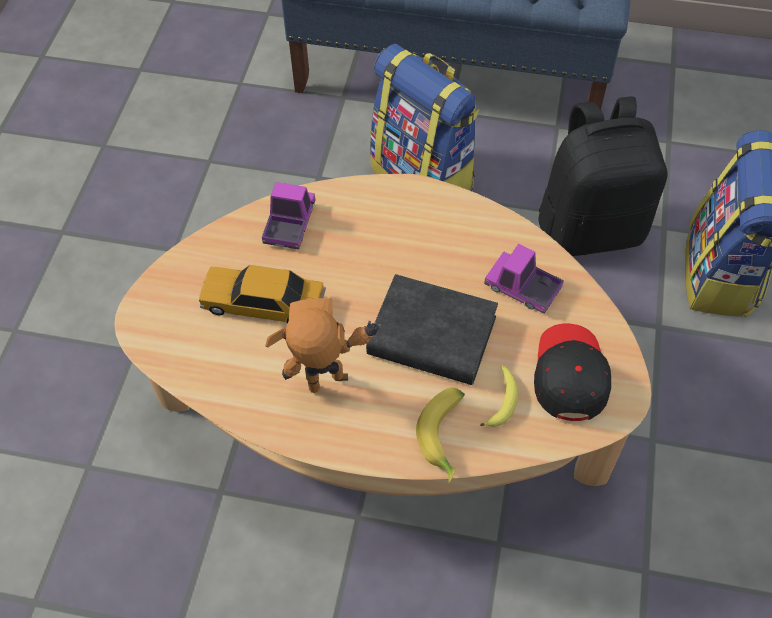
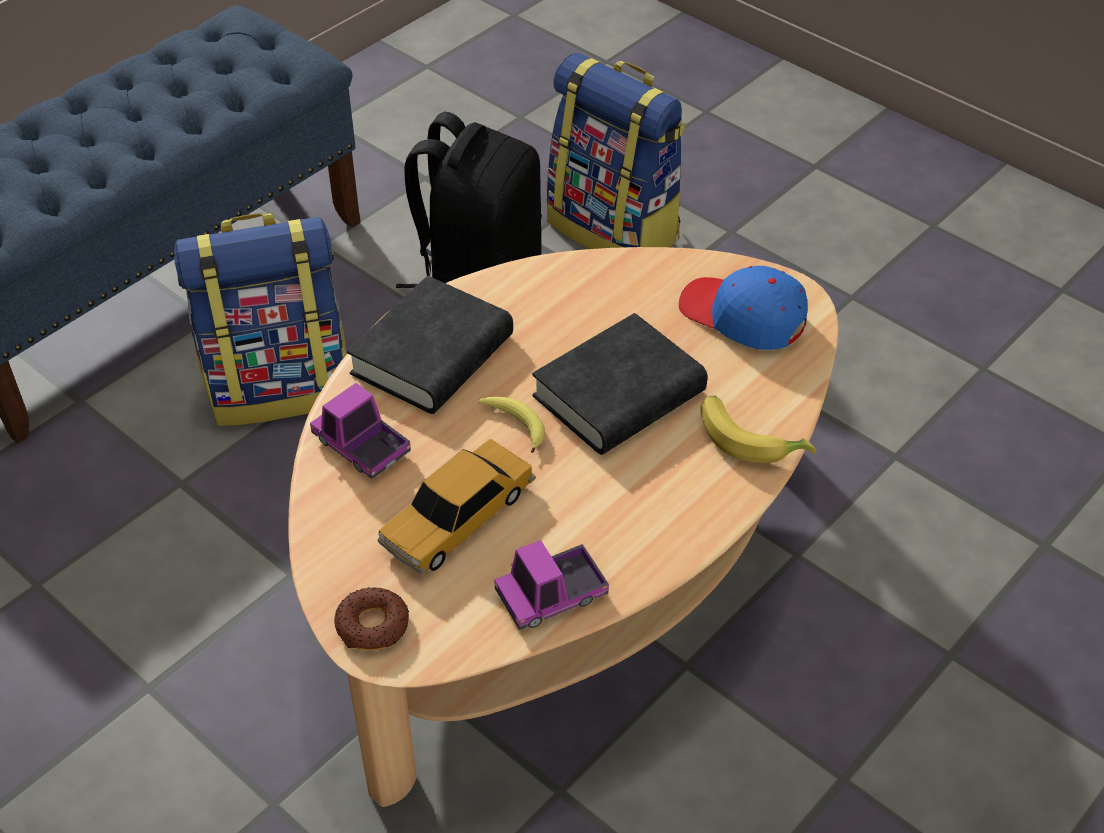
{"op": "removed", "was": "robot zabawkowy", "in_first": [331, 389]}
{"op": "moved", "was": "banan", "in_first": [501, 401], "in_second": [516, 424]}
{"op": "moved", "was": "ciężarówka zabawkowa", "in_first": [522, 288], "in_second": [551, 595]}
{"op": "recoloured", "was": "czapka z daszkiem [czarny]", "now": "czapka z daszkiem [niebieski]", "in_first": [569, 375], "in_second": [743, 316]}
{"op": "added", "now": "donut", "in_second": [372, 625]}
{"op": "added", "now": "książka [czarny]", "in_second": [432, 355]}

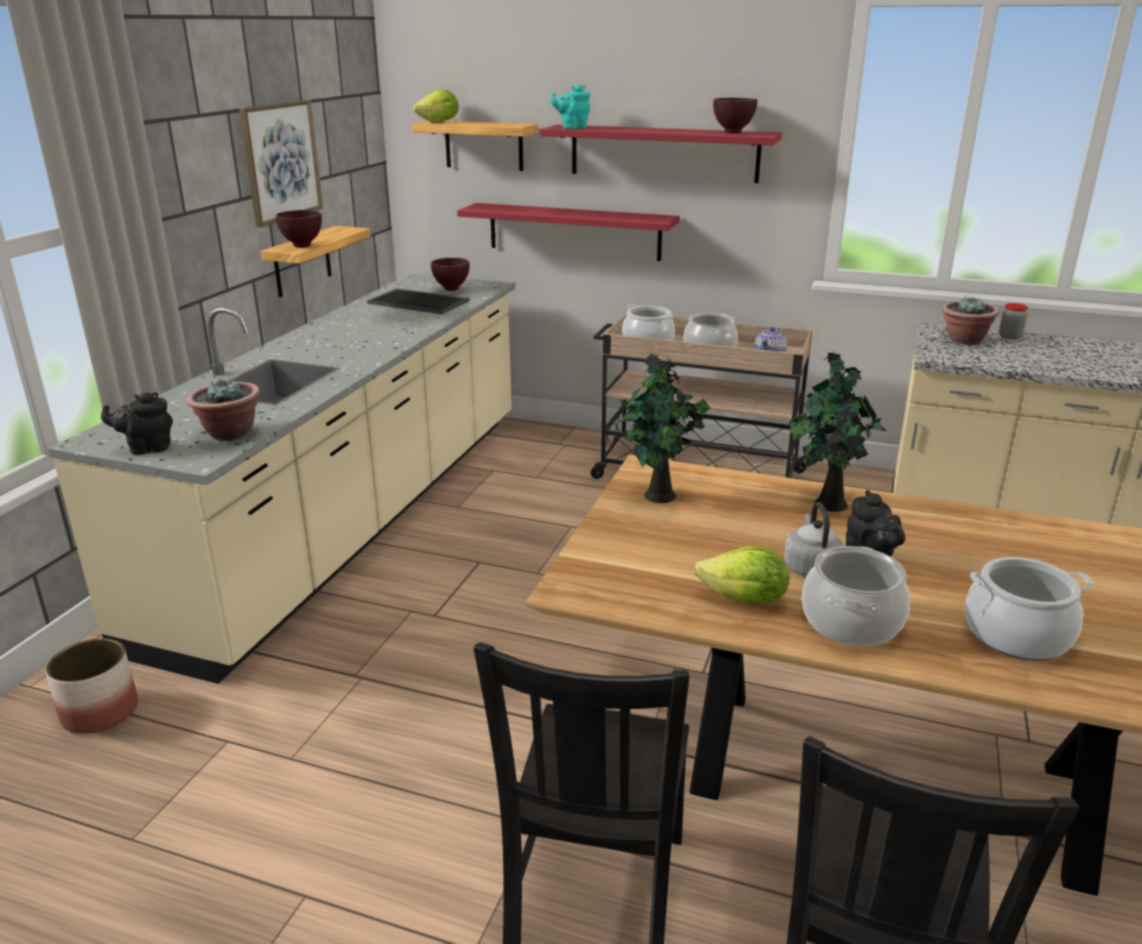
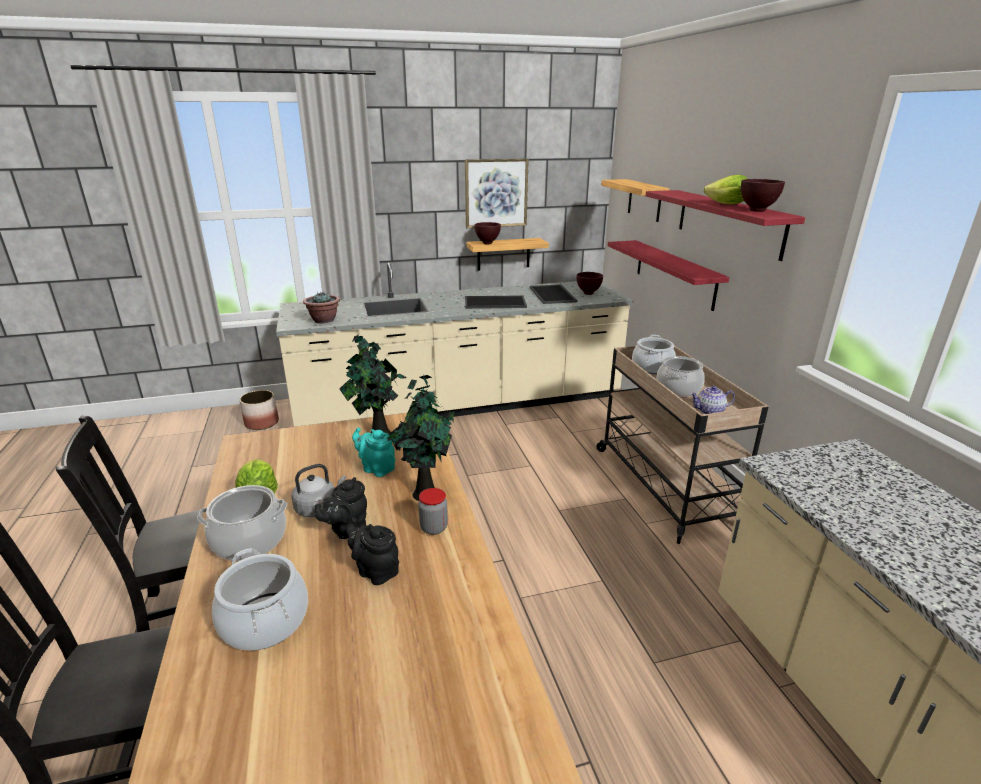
{"op": "moved", "was": "imbryk [czarny]", "in_first": [147, 448], "in_second": [375, 570]}
{"op": "moved", "was": "sałata", "in_first": [439, 122], "in_second": [727, 204]}
{"op": "moved", "was": "imbryk [turkusowy]", "in_first": [572, 127], "in_second": [376, 468]}
{"op": "removed", "was": "roślina doniczkowa", "in_first": [964, 340]}
{"op": "moved", "was": "słoik", "in_first": [1009, 337], "in_second": [434, 528]}
{"op": "added", "now": "taca", "in_second": [494, 303]}

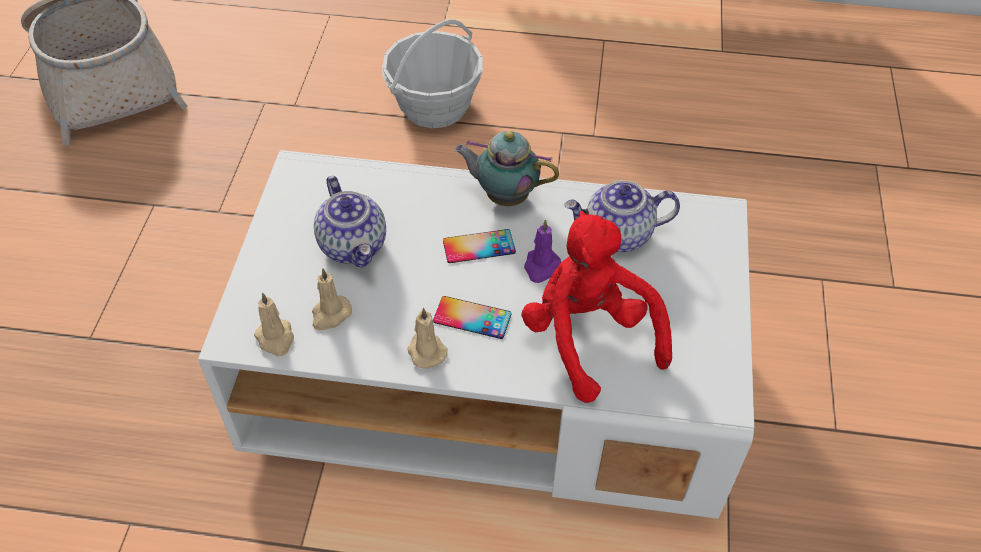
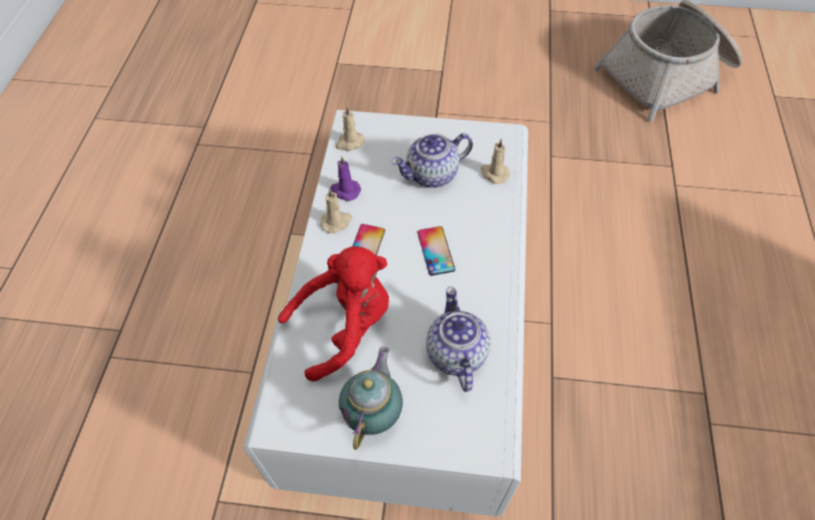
{"op": "moved", "was": "świeca [beżowy]", "in_first": [330, 314], "in_second": [494, 173]}
{"op": "removed", "was": "koszyk", "in_first": [434, 106]}
{"op": "moved", "was": "imbryk", "in_first": [504, 196], "in_second": [374, 413]}
{"op": "moved", "was": "świeca [fioletowy]", "in_first": [541, 267], "in_second": [345, 191]}

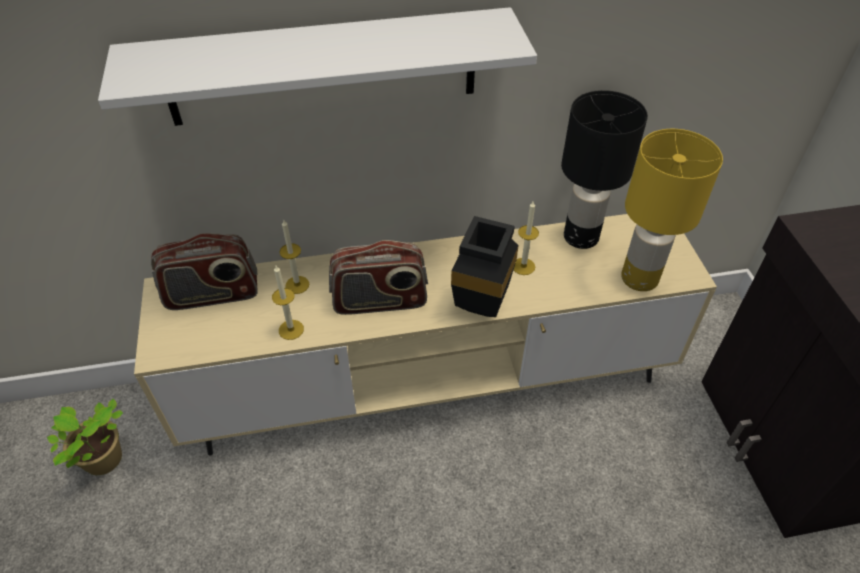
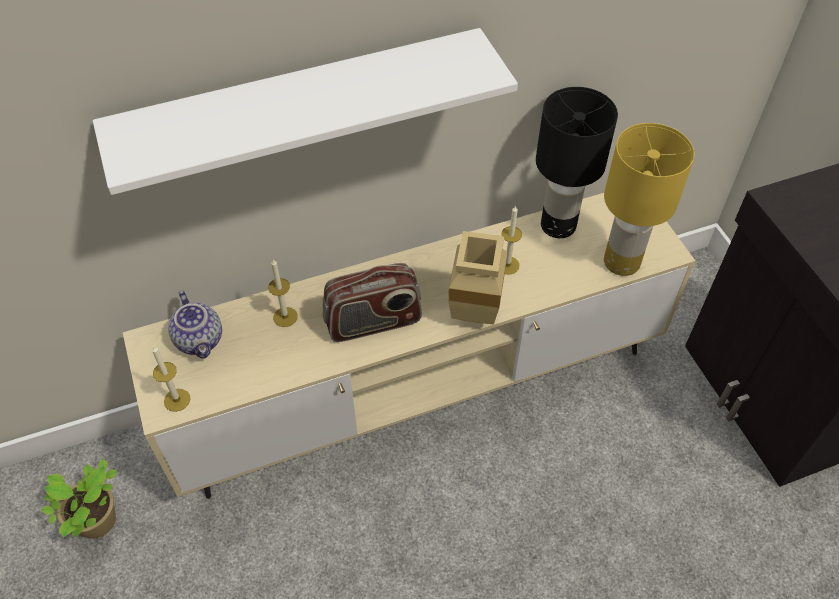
{"op": "replaced", "was": "radio", "now": "imbryk", "in_first": [213, 295], "in_second": [201, 340]}
{"op": "moved", "was": "świeca", "in_first": [291, 329], "in_second": [177, 400]}
{"op": "recoloured", "was": "wazon [czarny]", "now": "wazon [beżowy]", "in_first": [482, 309], "in_second": [476, 316]}

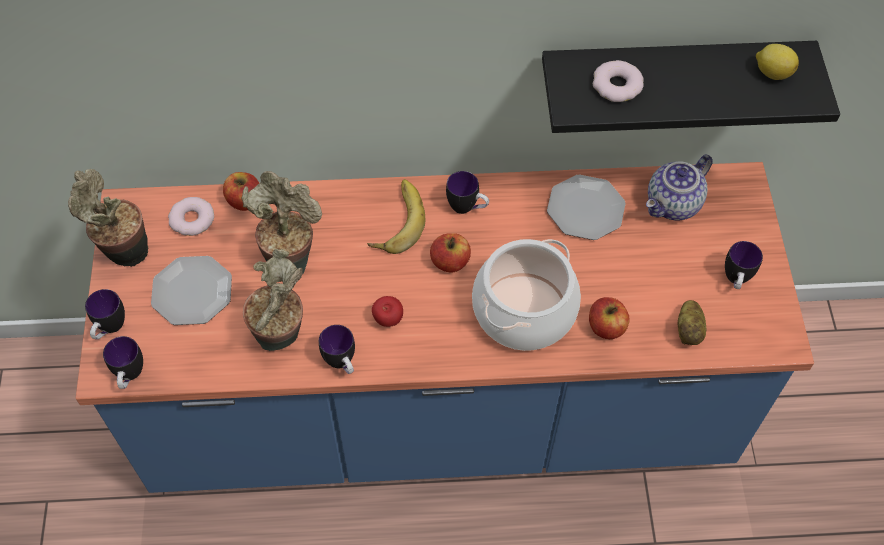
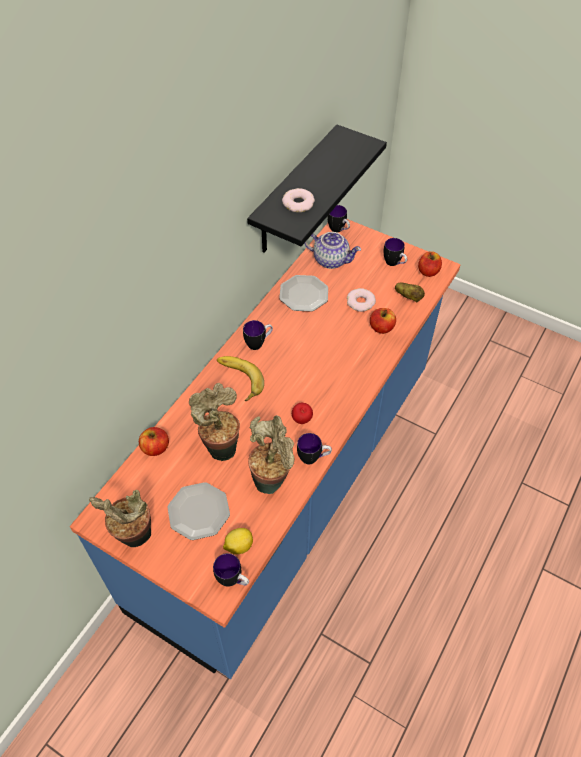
{"op": "moved", "was": "kubek", "in_first": [109, 329], "in_second": [339, 230]}
{"op": "moved", "was": "donut", "in_first": [192, 220], "in_second": [360, 302]}
{"op": "moved", "was": "jabłko", "in_first": [450, 262], "in_second": [428, 271]}
{"op": "removed", "was": "garnek", "in_first": [524, 311]}
{"op": "turned", "was": "imbryk", "in_first": [673, 205], "in_second": [331, 260], "clockwise": -60}
{"op": "moved", "was": "cytryna", "in_first": [772, 72], "in_second": [238, 546]}

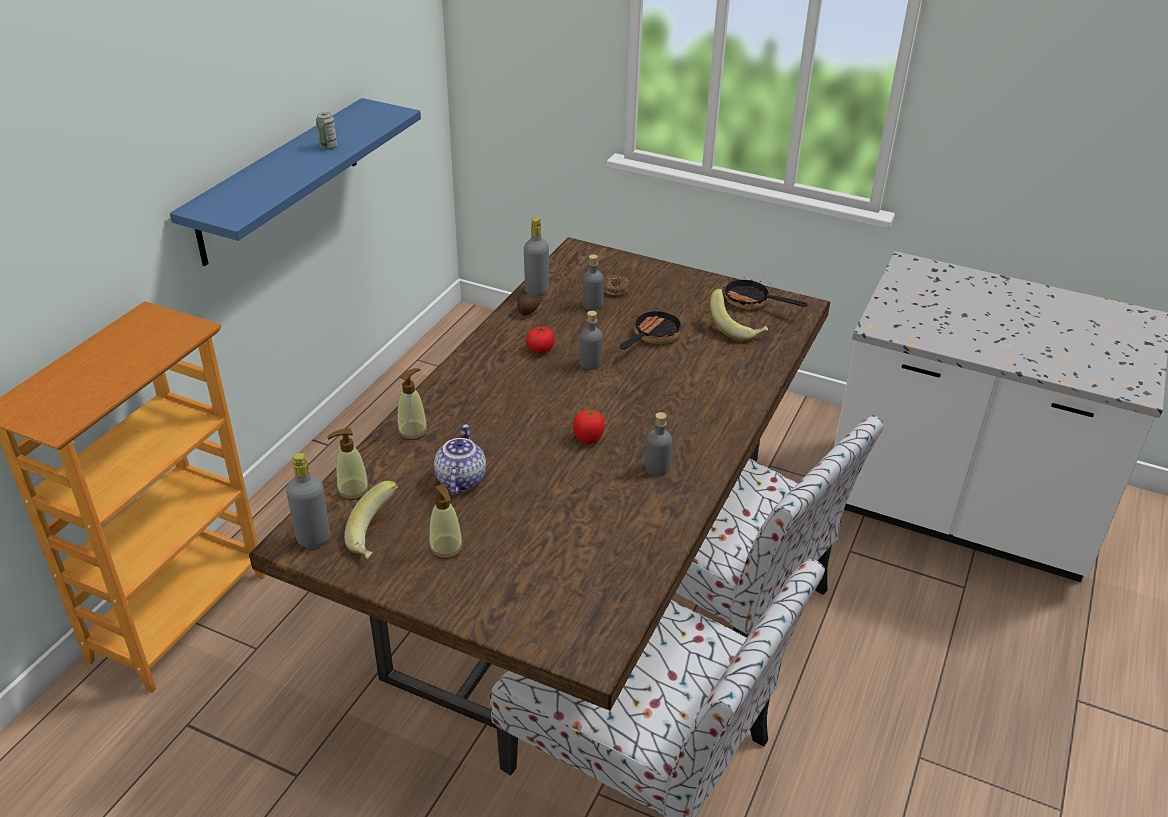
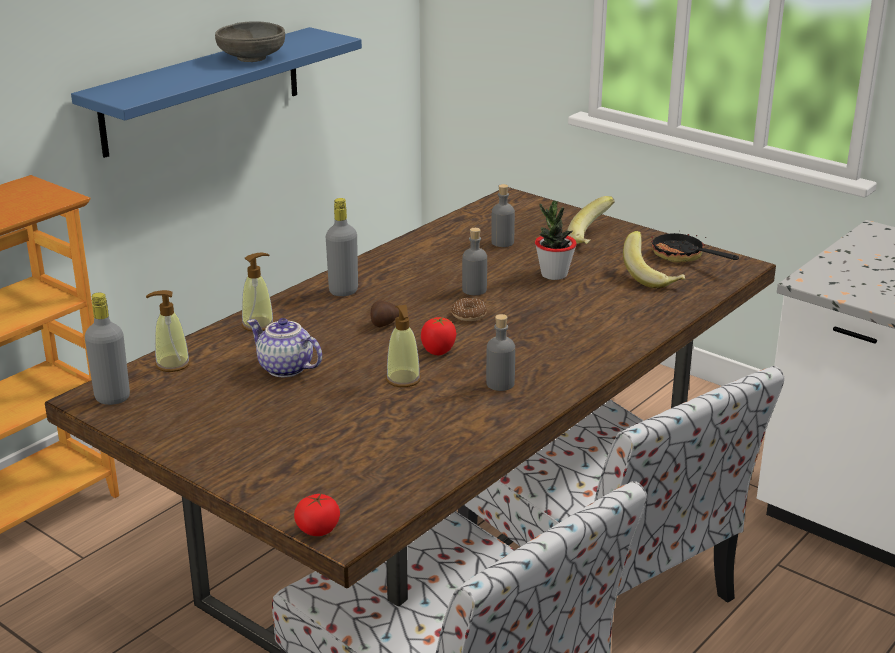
{"op": "replaced", "was": "puszka", "now": "miska [szary]", "in_first": [328, 146], "in_second": [252, 58]}
{"op": "moved", "was": "banan", "in_first": [377, 536], "in_second": [592, 239]}
{"op": "moved", "was": "dozownik mydła", "in_first": [446, 548], "in_second": [403, 379]}
{"op": "turned", "was": "imbryk", "in_first": [459, 479], "in_second": [284, 369], "clockwise": -75}
{"op": "moved", "was": "ziemniak", "in_first": [527, 312], "in_second": [384, 324]}
{"op": "moved", "was": "butelka [szary]", "in_first": [536, 291], "in_second": [343, 291]}
{"op": "moved", "was": "pomidor", "in_first": [540, 349], "in_second": [318, 530]}
{"op": "moved", "was": "donut", "in_first": [615, 289], "in_second": [469, 315]}
{"op": "replaced", "was": "patelnia", "now": "roślina doniczkowa", "in_first": [652, 336], "in_second": [554, 274]}

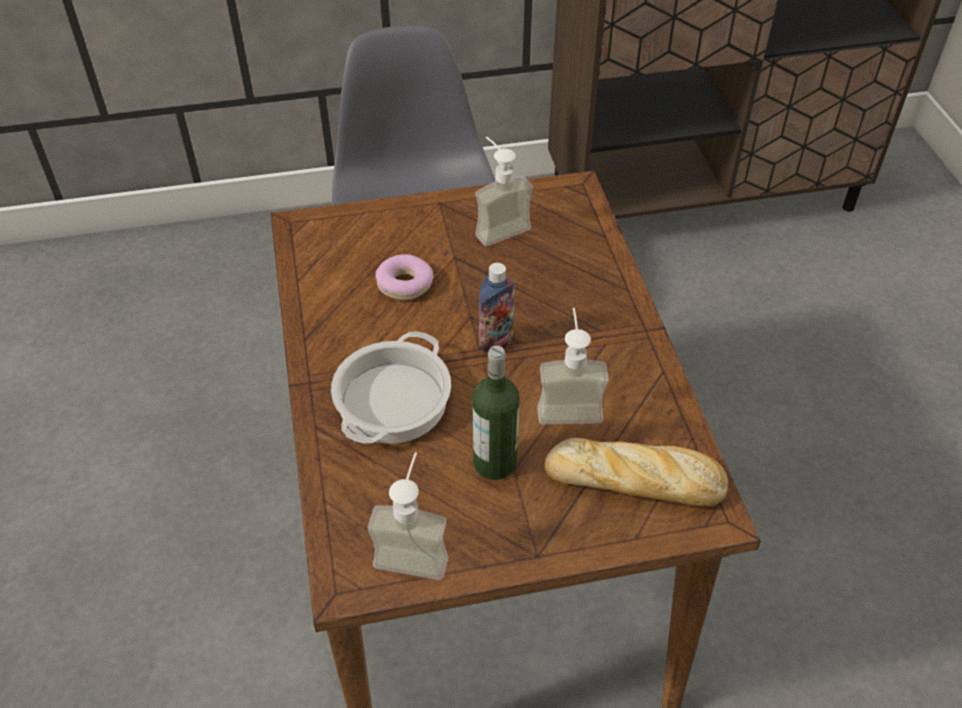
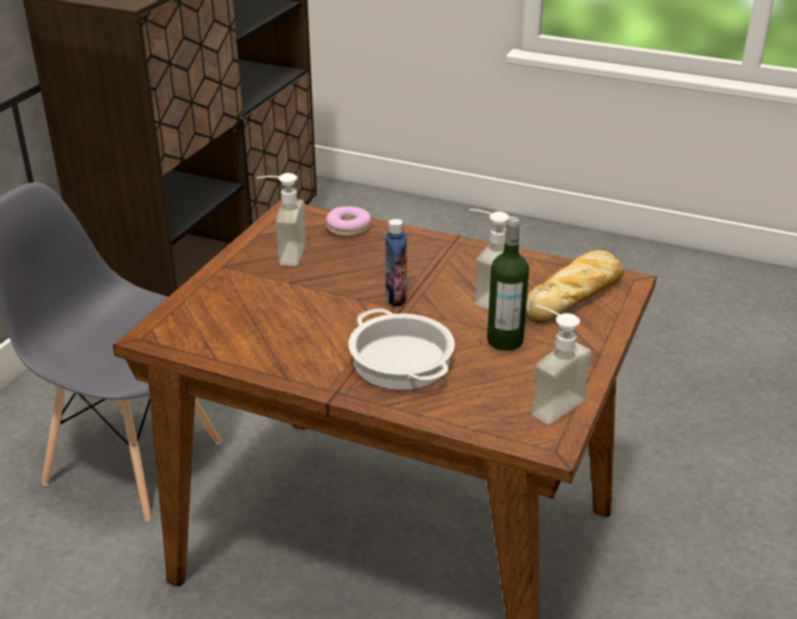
{"op": "moved", "was": "donut", "in_first": [405, 284], "in_second": [348, 228]}

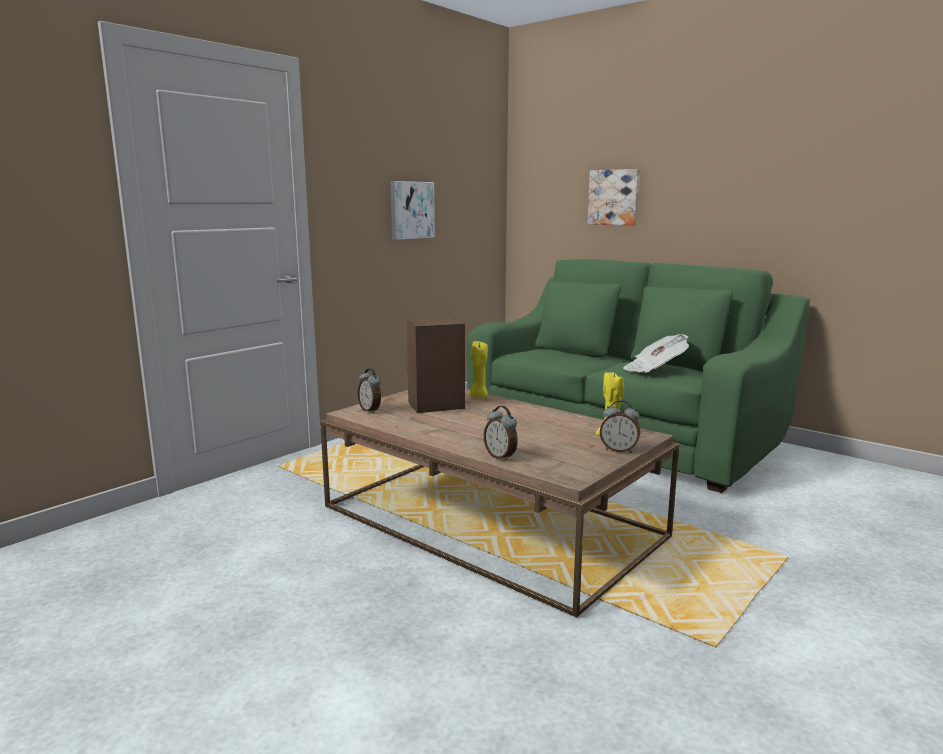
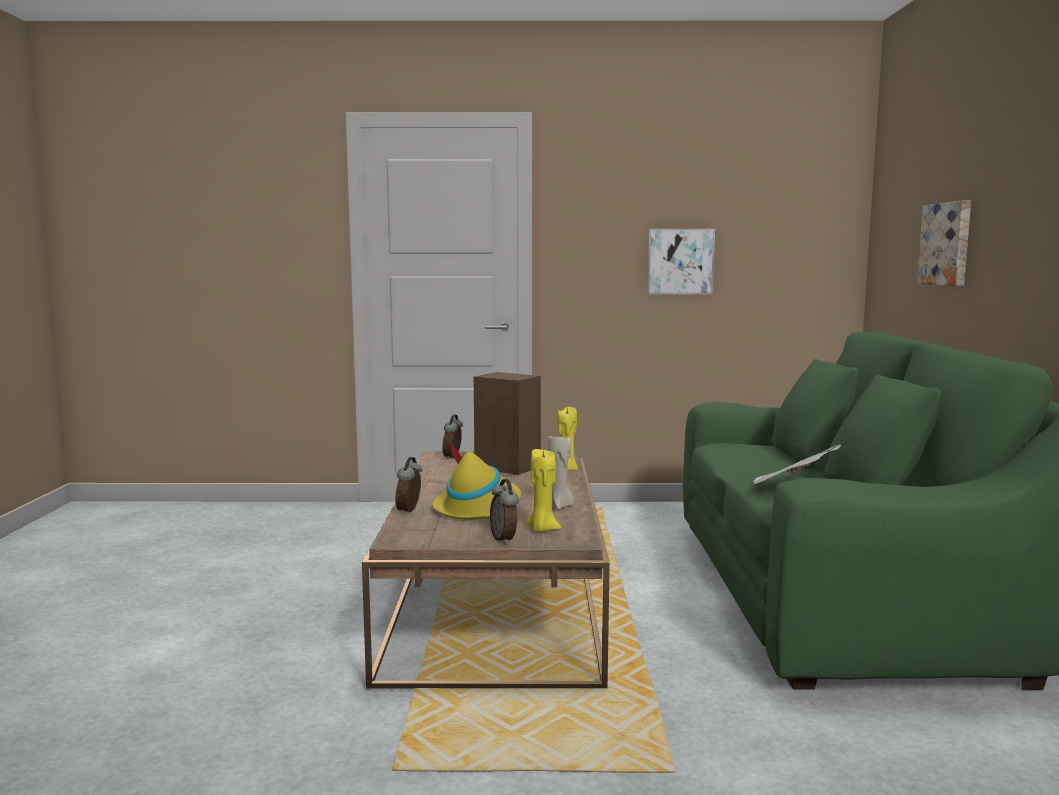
{"op": "added", "now": "kapelusz [żółty]", "in_second": [478, 507]}
{"op": "added", "now": "świeca [beżowy]", "in_second": [560, 507]}

